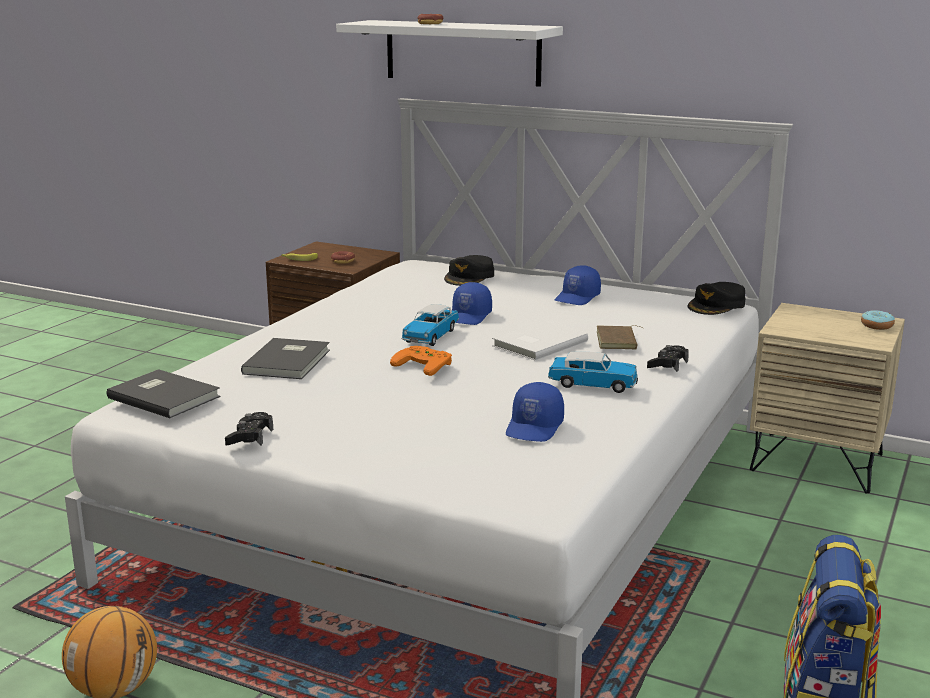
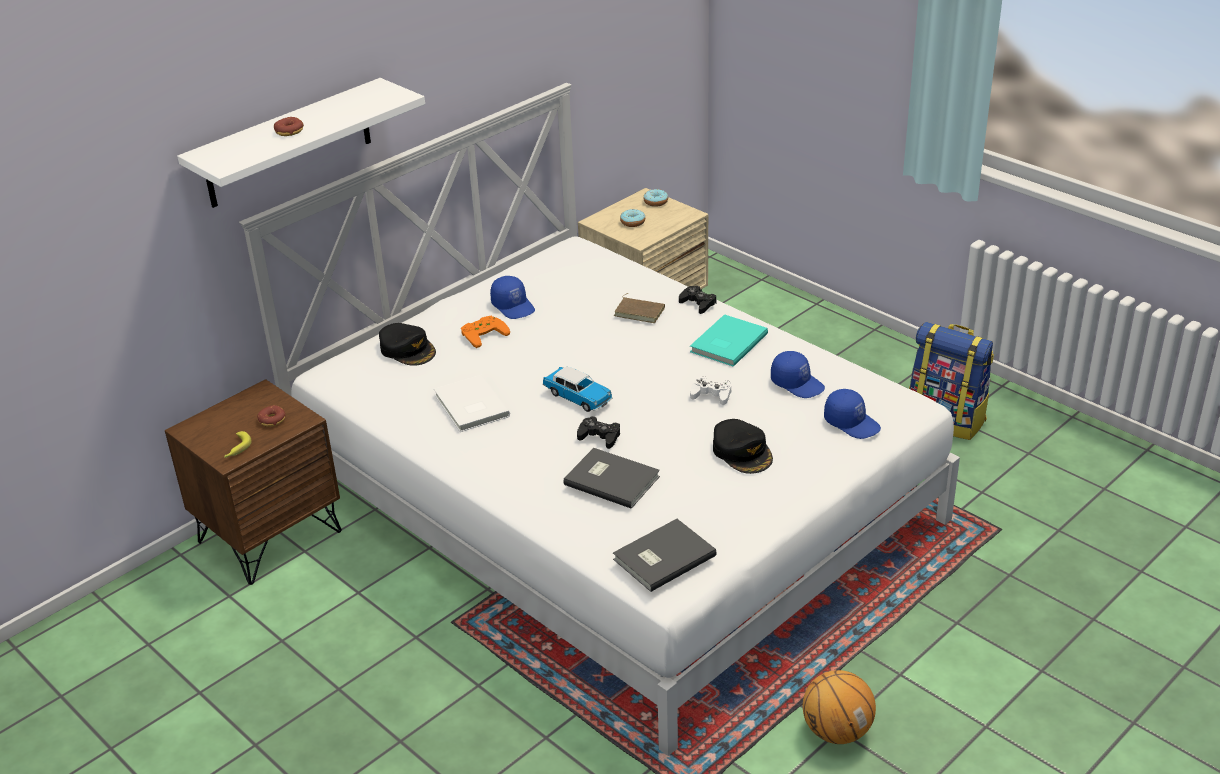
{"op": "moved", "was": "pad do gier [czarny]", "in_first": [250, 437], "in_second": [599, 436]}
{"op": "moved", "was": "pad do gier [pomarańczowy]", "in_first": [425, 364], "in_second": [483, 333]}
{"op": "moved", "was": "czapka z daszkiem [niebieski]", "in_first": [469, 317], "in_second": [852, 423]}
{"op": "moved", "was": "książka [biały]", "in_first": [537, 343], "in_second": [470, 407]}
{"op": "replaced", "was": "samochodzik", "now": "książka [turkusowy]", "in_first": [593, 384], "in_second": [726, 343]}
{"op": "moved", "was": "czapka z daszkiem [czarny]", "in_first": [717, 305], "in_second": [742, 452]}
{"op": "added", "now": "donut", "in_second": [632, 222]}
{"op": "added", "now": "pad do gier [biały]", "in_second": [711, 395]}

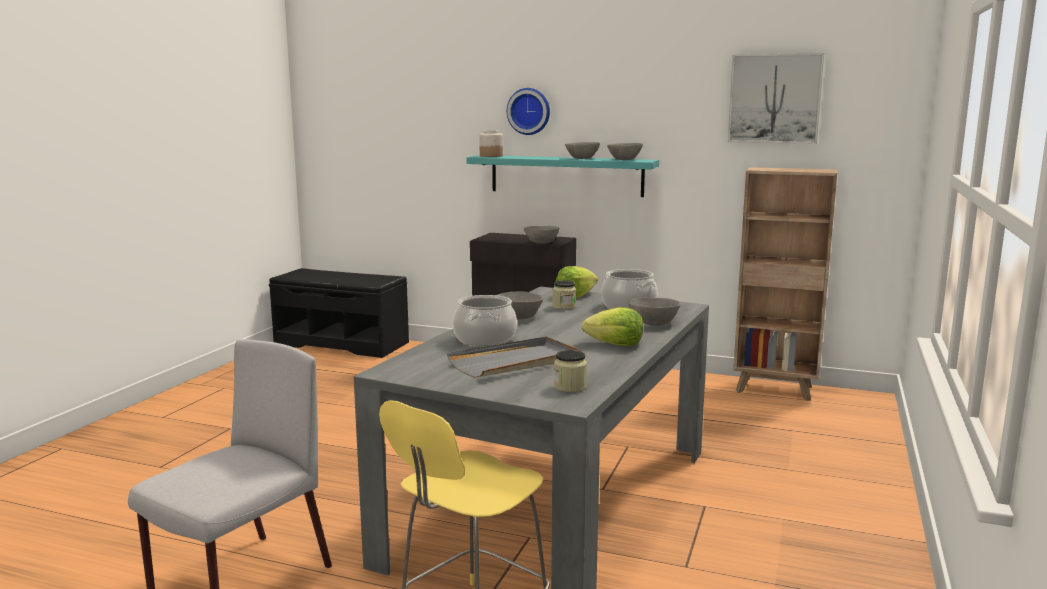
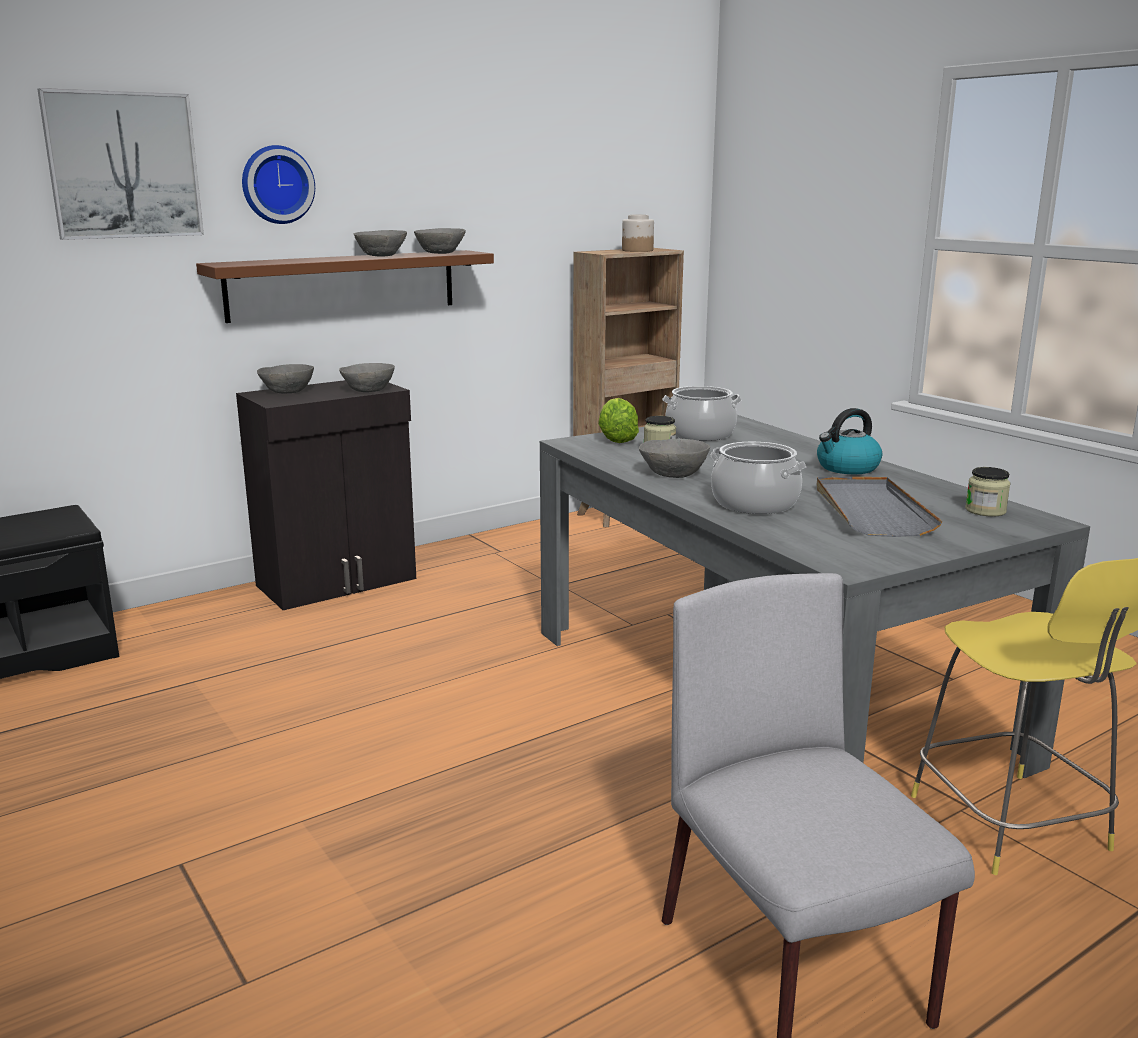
{"op": "recoloured", "was": "półka [turkusowy]", "now": "półka [brązowy]", "in_first": [566, 175], "in_second": [343, 285]}
{"op": "moved", "was": "słoik", "in_first": [490, 156], "in_second": [637, 250]}
{"op": "replaced", "was": "sałata", "now": "czajnik", "in_first": [615, 344], "in_second": [847, 468]}
{"op": "moved", "was": "miska [szary]", "in_first": [654, 323], "in_second": [287, 391]}
{"op": "moved", "was": "obraz", "in_first": [774, 98], "in_second": [123, 165]}

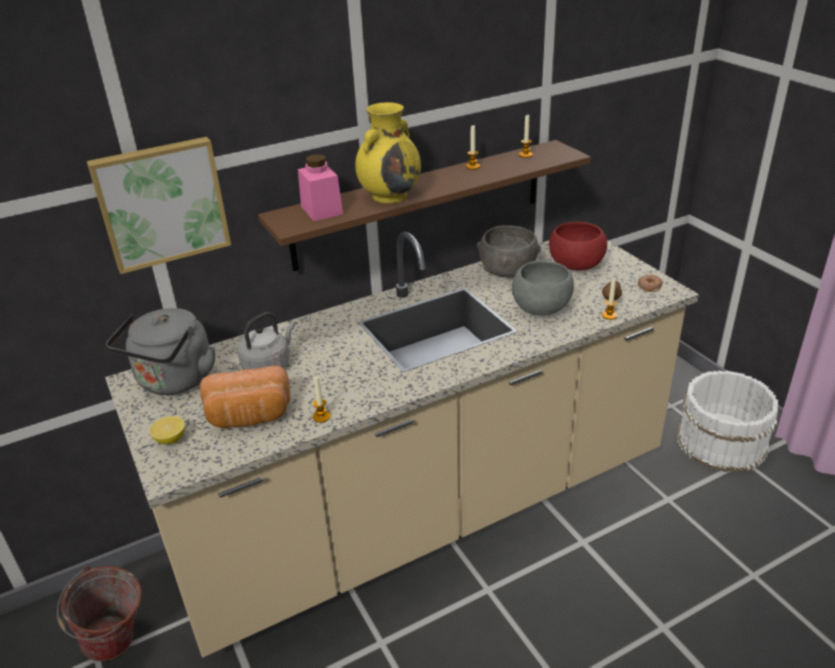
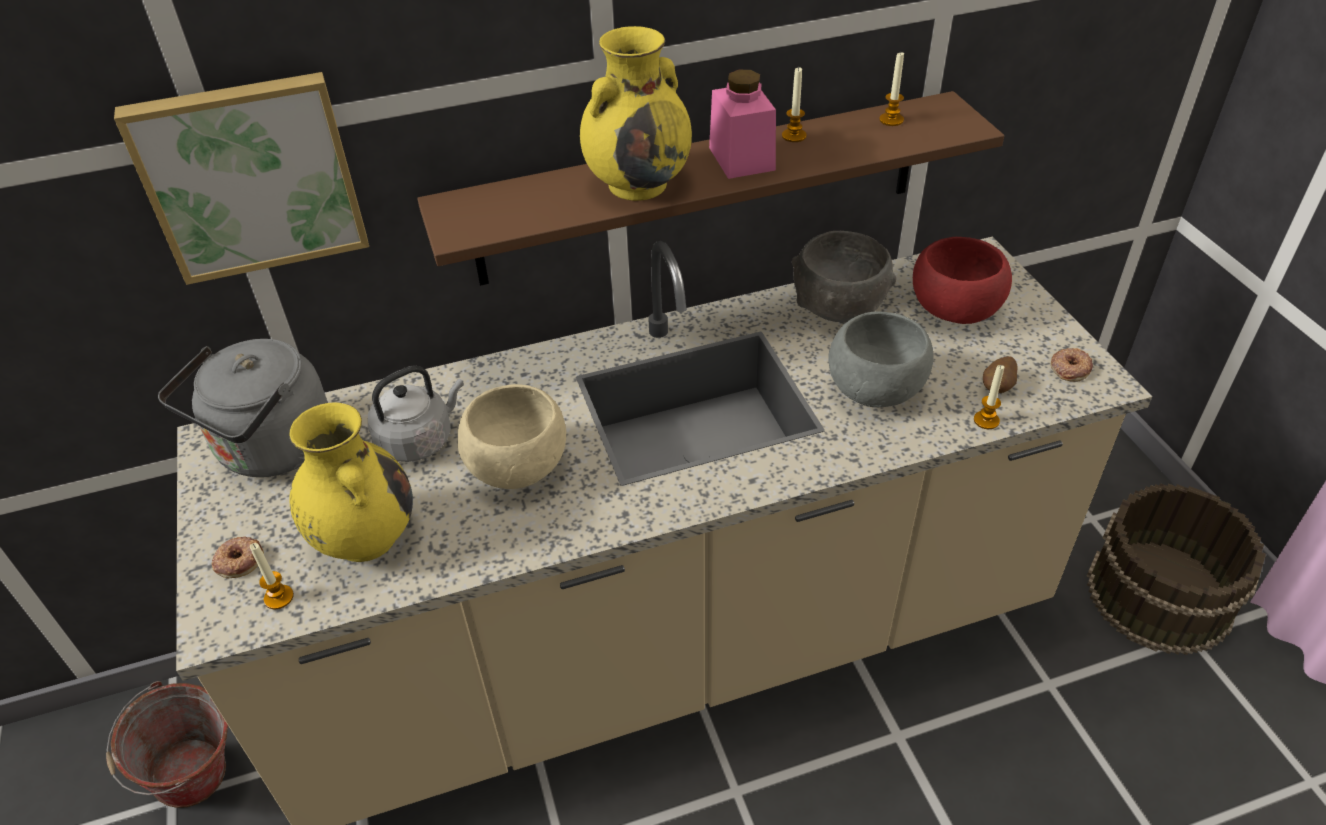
{"op": "replaced", "was": "cytryna", "now": "donut", "in_first": [170, 439], "in_second": [239, 560]}
{"op": "replaced", "was": "chleb", "now": "wazon [żółty]", "in_first": [249, 417], "in_second": [364, 536]}
{"op": "moved", "was": "słoik [różowy]", "in_first": [321, 210], "in_second": [741, 159]}
{"op": "moved", "was": "świeca", "in_first": [321, 417], "in_second": [279, 597]}
{"op": "recoloured", "was": "wiadro [biały]", "now": "wiadro [brązowy]", "in_first": [720, 440], "in_second": [1157, 592]}
{"op": "added", "now": "miska [beżowy]", "in_second": [518, 468]}

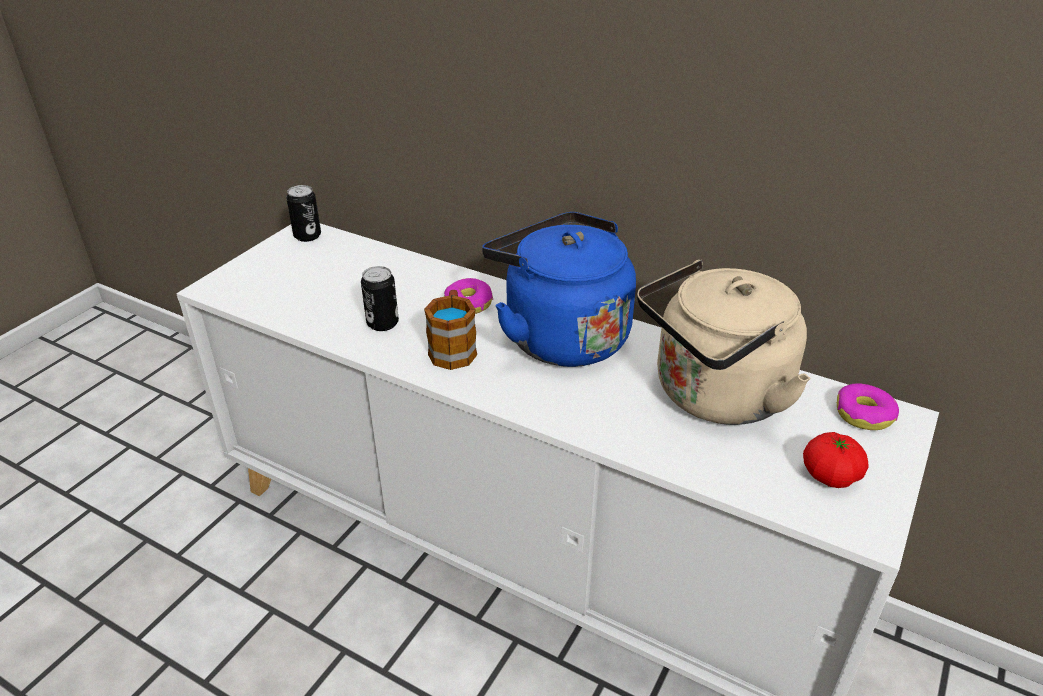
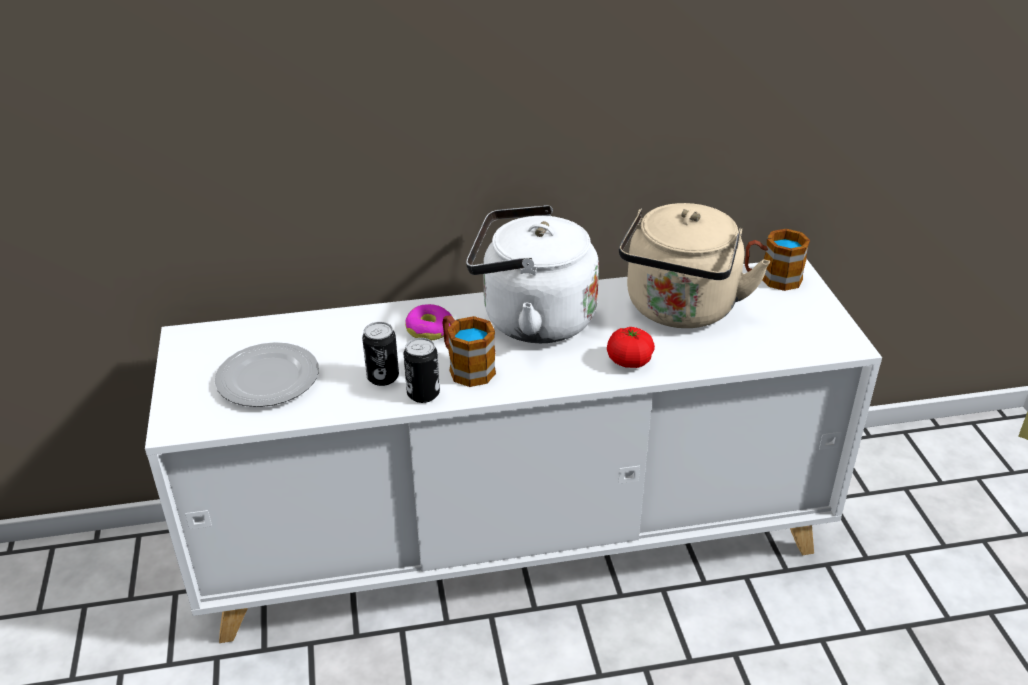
{"op": "moved", "was": "puszka", "in_first": [307, 236], "in_second": [423, 394]}
{"op": "recoloured", "was": "czajnik [niebieski]", "now": "czajnik [biały]", "in_first": [560, 336], "in_second": [531, 320]}
{"op": "moved", "was": "pomidor", "in_first": [830, 475], "in_second": [629, 361]}
{"op": "replaced", "was": "donut", "now": "kubek", "in_first": [864, 414], "in_second": [772, 278]}
{"op": "added", "now": "talerz", "in_second": [269, 379]}

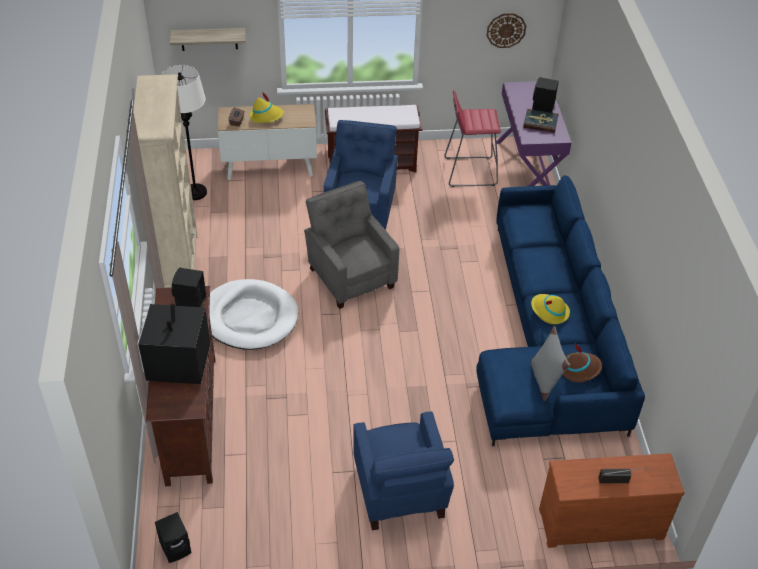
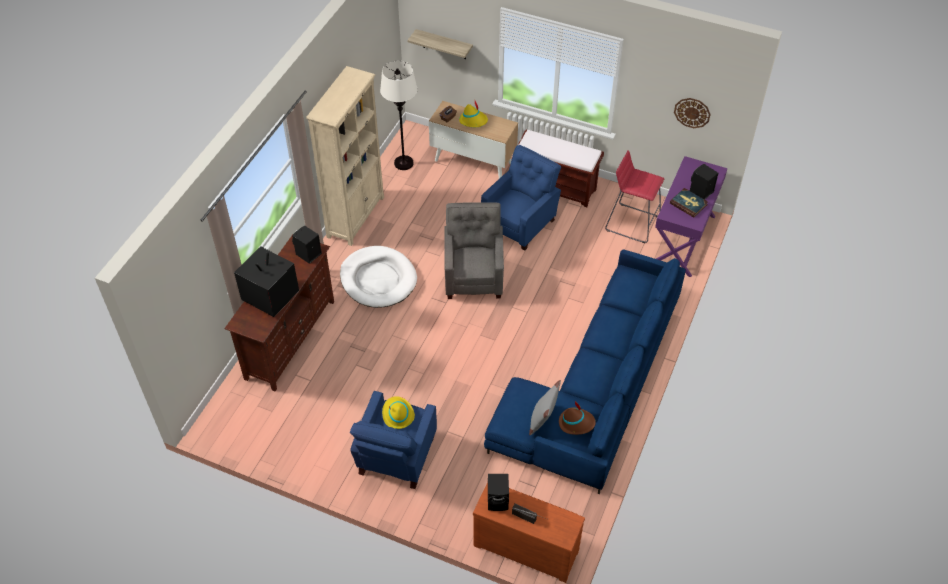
{"op": "moved", "was": "głośnik [czarny]", "in_first": [176, 547], "in_second": [498, 500]}
{"op": "moved", "was": "kapelusz [żółty]", "in_first": [549, 311], "in_second": [397, 414]}

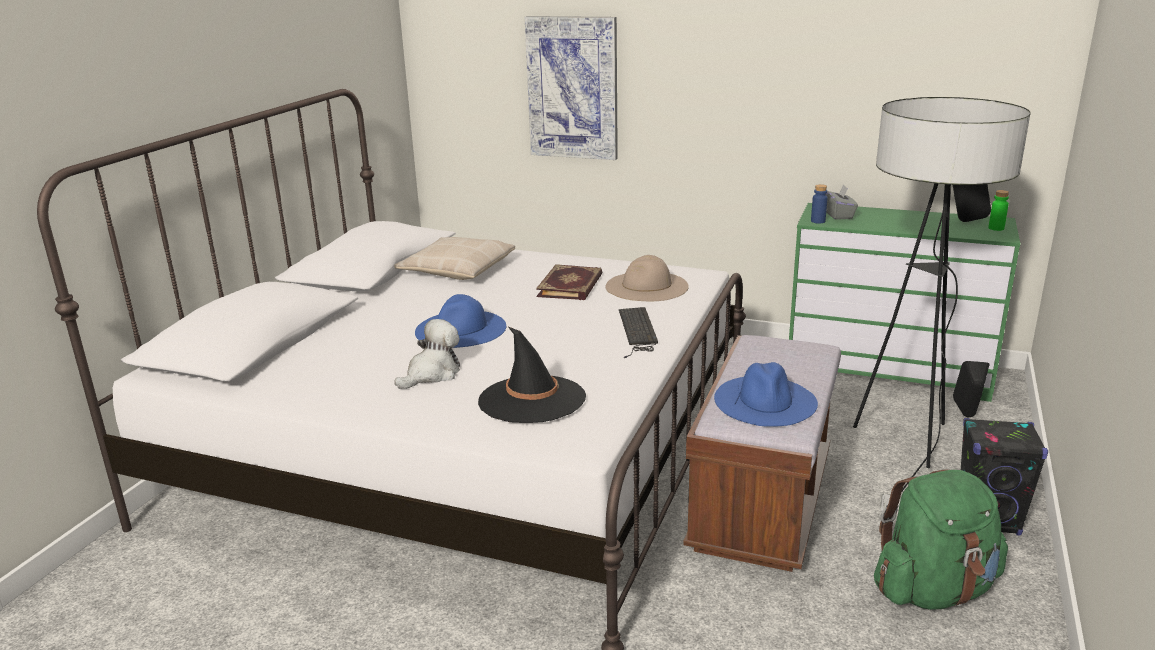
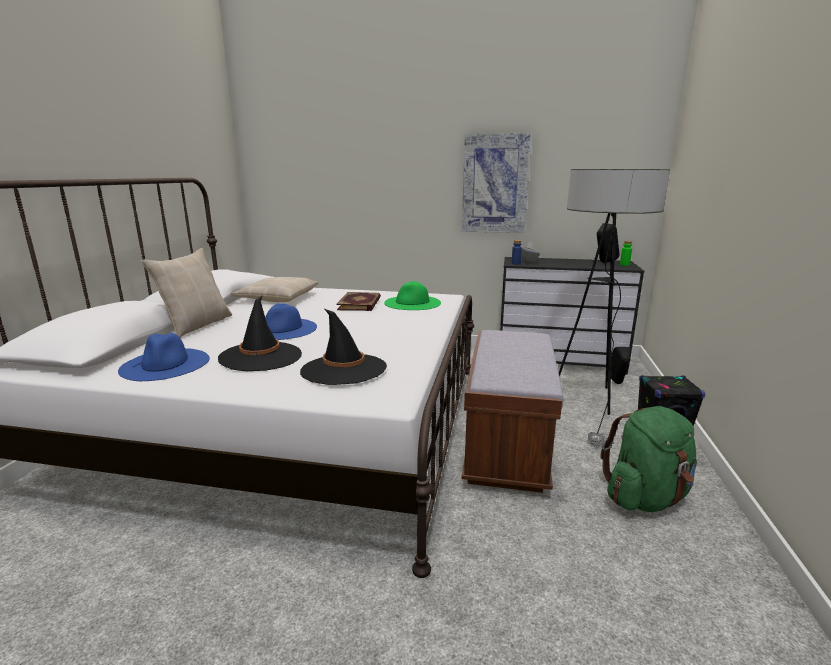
{"op": "replaced", "was": "pluszak", "now": "kapelusz [czarny]", "in_first": [432, 374], "in_second": [261, 357]}
{"op": "moved", "was": "obraz", "in_first": [573, 88], "in_second": [495, 184]}
{"op": "recoloured", "was": "kapelusz [beżowy]", "now": "kapelusz [zielony]", "in_first": [646, 286], "in_second": [412, 303]}
{"op": "removed", "was": "klawiatura", "in_first": [637, 331]}
{"op": "moved", "was": "kapelusz [niebieski]", "in_first": [765, 400], "in_second": [165, 364]}
{"op": "recoloured", "was": "komoda [zielony]", "now": "komoda [czarny]", "in_first": [888, 370], "in_second": [559, 360]}
{"op": "added", "now": "poduszka [beżowy]", "in_second": [196, 325]}

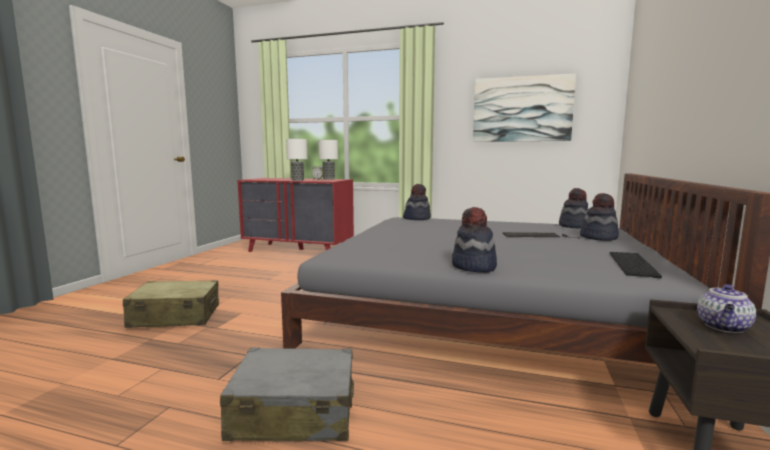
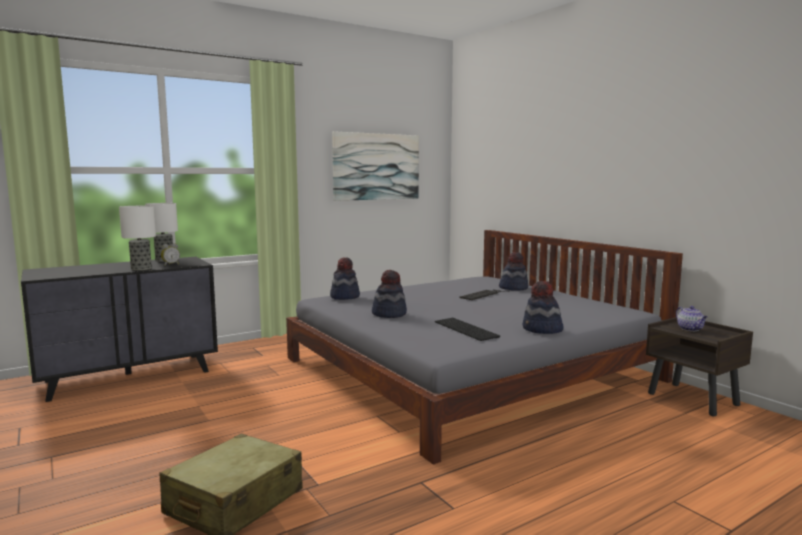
{"op": "removed", "was": "walizka [szary]", "in_first": [294, 412]}
{"op": "recoloured", "was": "komoda [czerwony]", "now": "komoda [czarny]", "in_first": [299, 250], "in_second": [130, 376]}
{"op": "moved", "was": "kapelusz", "in_first": [574, 226], "in_second": [389, 314]}
{"op": "moved", "was": "klawiatura", "in_first": [634, 264], "in_second": [467, 329]}

